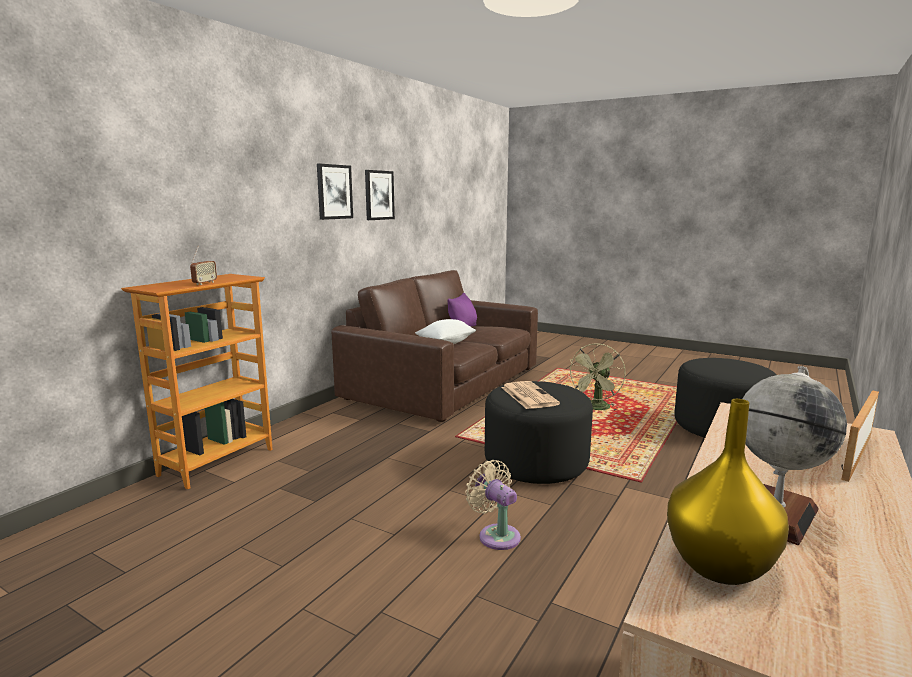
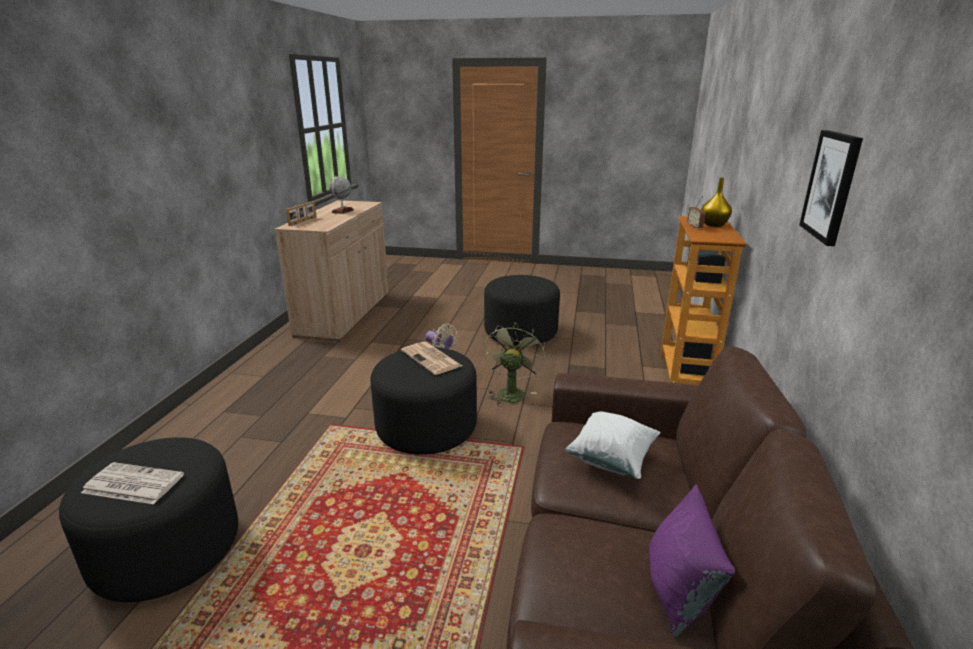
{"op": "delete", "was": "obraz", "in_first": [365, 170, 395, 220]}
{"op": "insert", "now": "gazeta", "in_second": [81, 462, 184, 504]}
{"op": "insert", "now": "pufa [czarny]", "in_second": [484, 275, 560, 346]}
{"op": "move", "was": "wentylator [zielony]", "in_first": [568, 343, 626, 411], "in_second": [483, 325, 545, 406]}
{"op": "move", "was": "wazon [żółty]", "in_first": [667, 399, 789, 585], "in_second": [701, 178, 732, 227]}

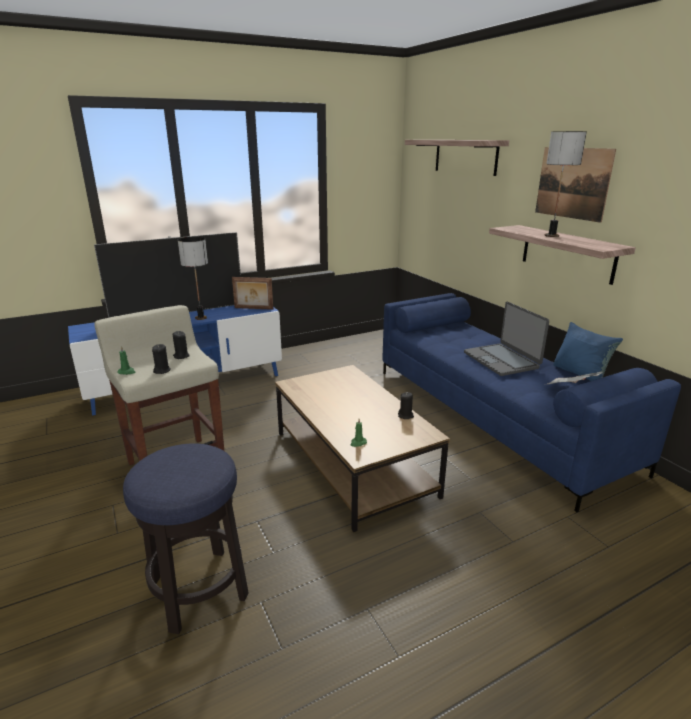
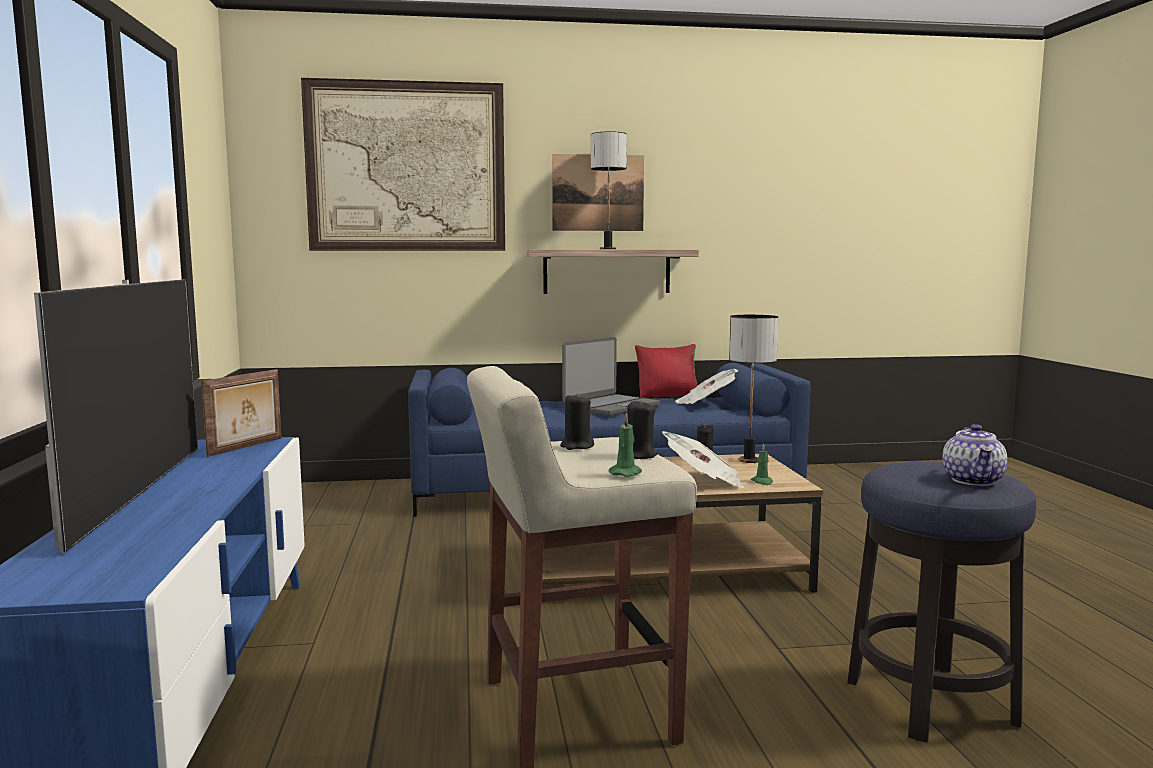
{"op": "insert", "now": "gazeta", "in_second": [662, 431, 744, 488]}
{"op": "insert", "now": "imbryk", "in_second": [942, 424, 1007, 486]}
{"op": "move", "was": "lampa stołowa", "in_first": [178, 237, 208, 320], "in_second": [729, 315, 778, 463]}
{"op": "replace", "was": "półka", "now": "obraz", "in_first": [405, 140, 509, 176], "in_second": [301, 78, 505, 251]}
{"op": "recolor", "was": "poduszka [niebieski]", "now": "poduszka [czerwony]", "in_first": [553, 322, 623, 381], "in_second": [635, 344, 698, 398]}
{"op": "rotate", "was": "laptop", "in_first": [464, 302, 549, 376], "in_second": [562, 337, 660, 416], "clockwise": -45}

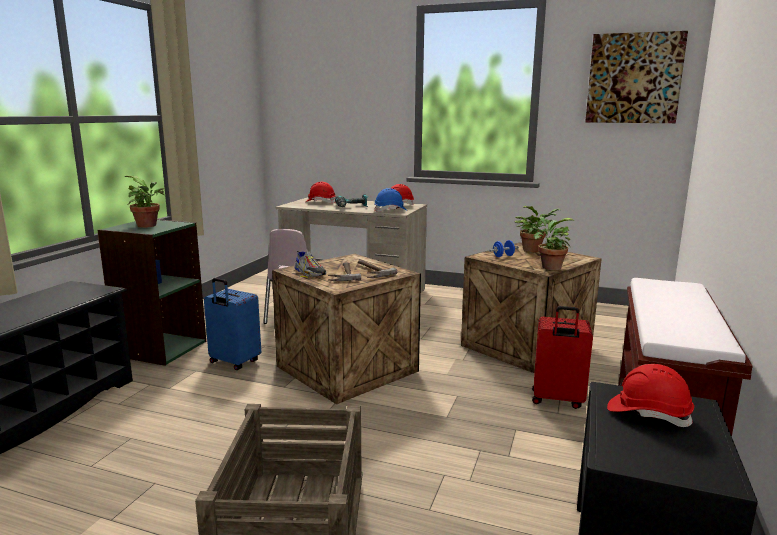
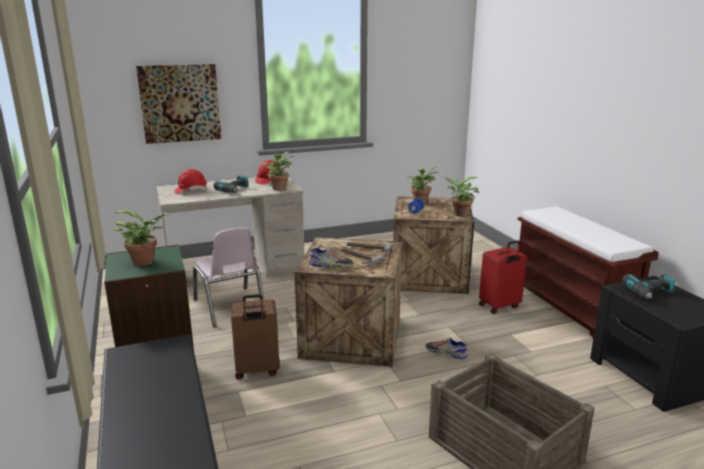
{"op": "insert", "now": "but", "in_second": [426, 337, 468, 360]}
{"op": "move", "was": "obraz", "in_first": [585, 31, 688, 123], "in_second": [136, 64, 221, 144]}
{"op": "replace", "was": "kask [niebieski]", "now": "roślina doniczkowa", "in_first": [374, 188, 406, 212], "in_second": [262, 151, 294, 191]}
{"op": "replace", "was": "kask [czerwony]", "now": "wiertarka", "in_first": [607, 364, 694, 427], "in_second": [622, 274, 676, 299]}
{"op": "recolor", "was": "walizka [niebieski]", "now": "walizka [brązowy]", "in_first": [204, 278, 261, 371], "in_second": [231, 294, 279, 379]}

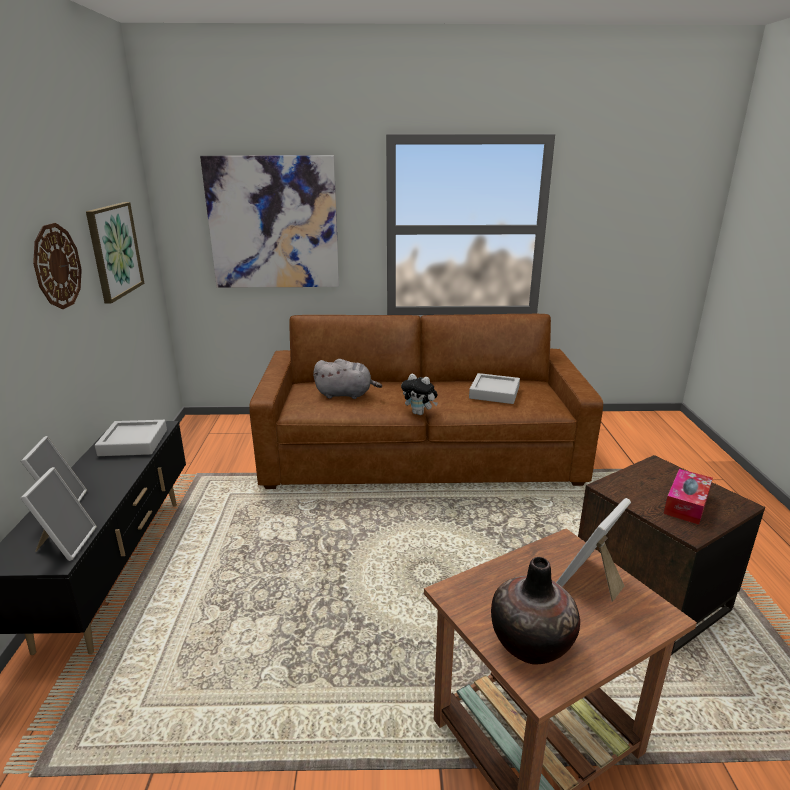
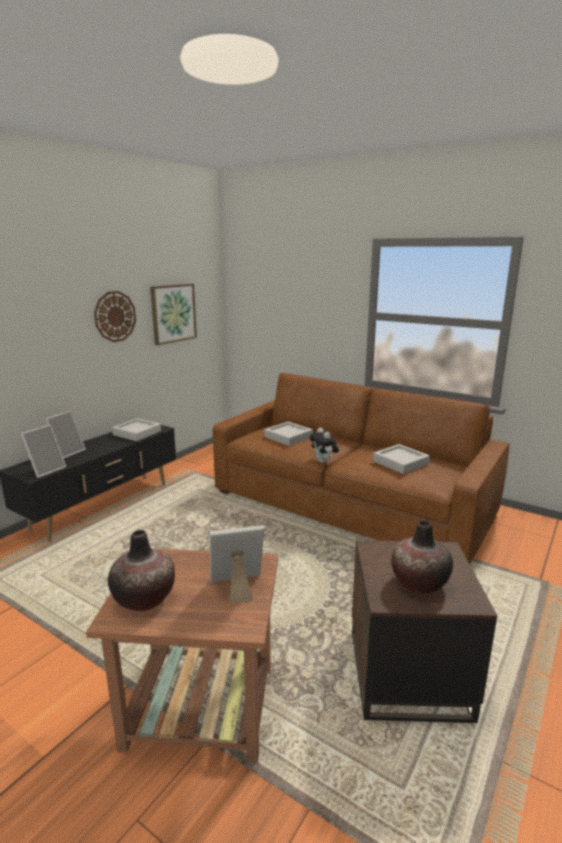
{"op": "delete", "was": "obraz", "in_first": [200, 156, 339, 288]}
{"op": "replace", "was": "pluszak [szary]", "now": "taca [szary]", "in_first": [313, 359, 382, 399], "in_second": [264, 422, 313, 446]}
{"op": "replace", "was": "pudełko chusteczek", "now": "wazon", "in_first": [664, 469, 713, 525], "in_second": [391, 520, 453, 594]}

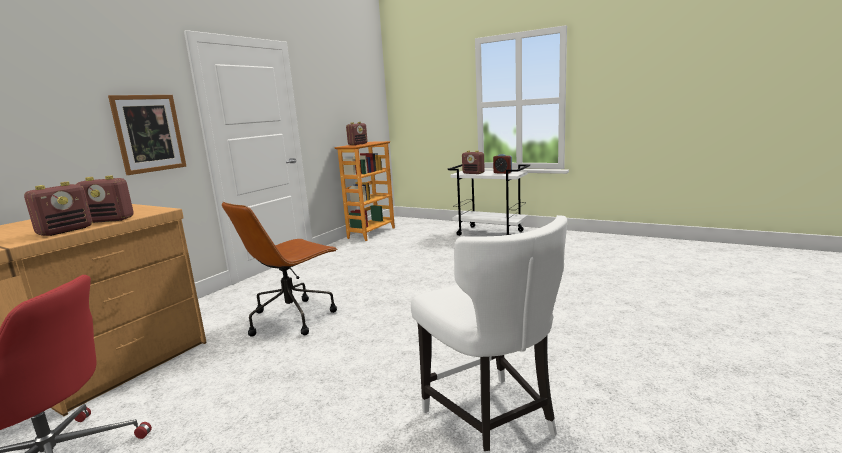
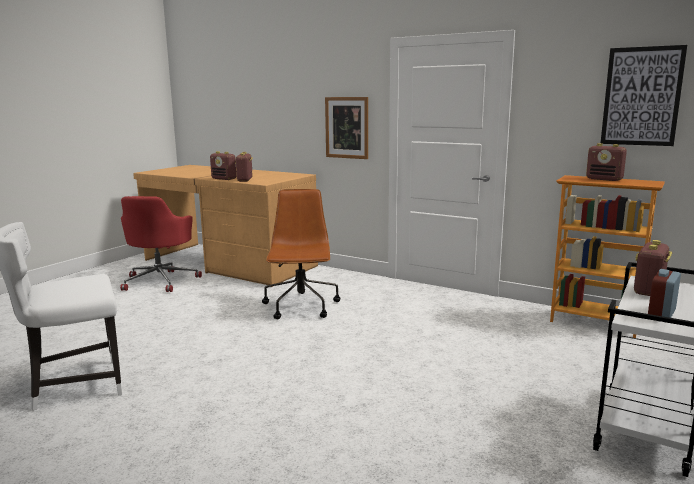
{"op": "insert", "now": "obraz", "in_second": [601, 45, 687, 146]}
{"op": "rotate", "was": "krzesło biurowe [brązowy]", "in_first": [222, 202, 338, 337], "in_second": [262, 189, 341, 319], "clockwise": 45}

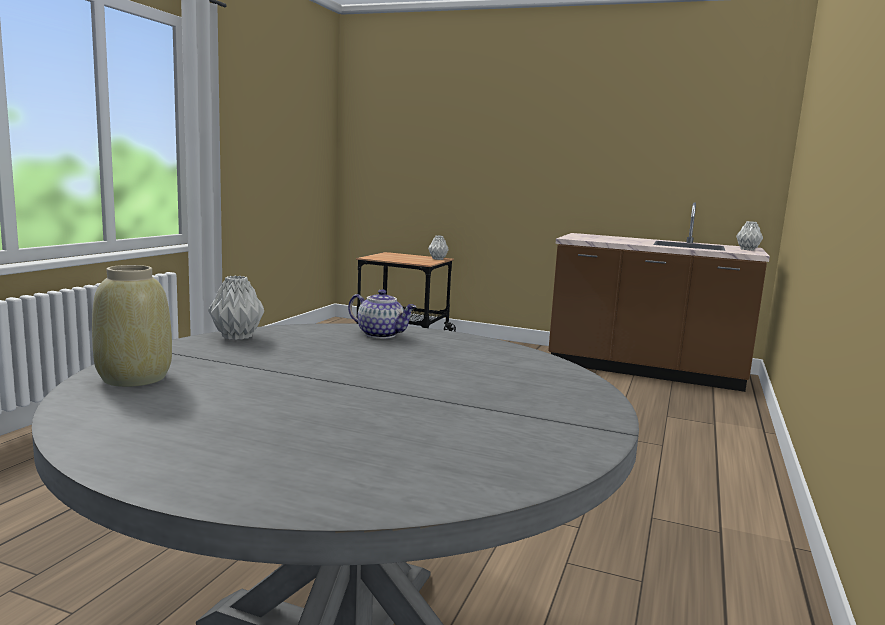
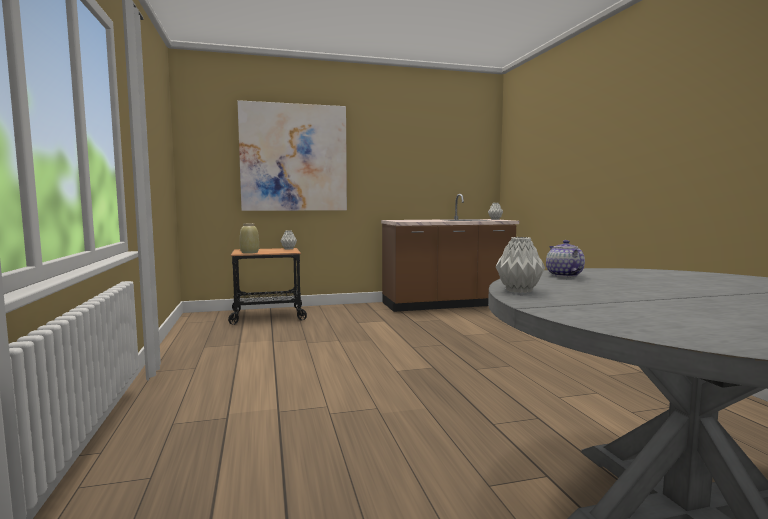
{"op": "insert", "now": "obraz", "in_second": [237, 100, 347, 211]}
{"op": "move", "was": "wazon [beżowy]", "in_first": [92, 265, 172, 387], "in_second": [240, 223, 259, 254]}
{"op": "rotate", "was": "imbryk", "in_first": [348, 289, 417, 339], "in_second": [546, 240, 585, 277], "clockwise": -90}

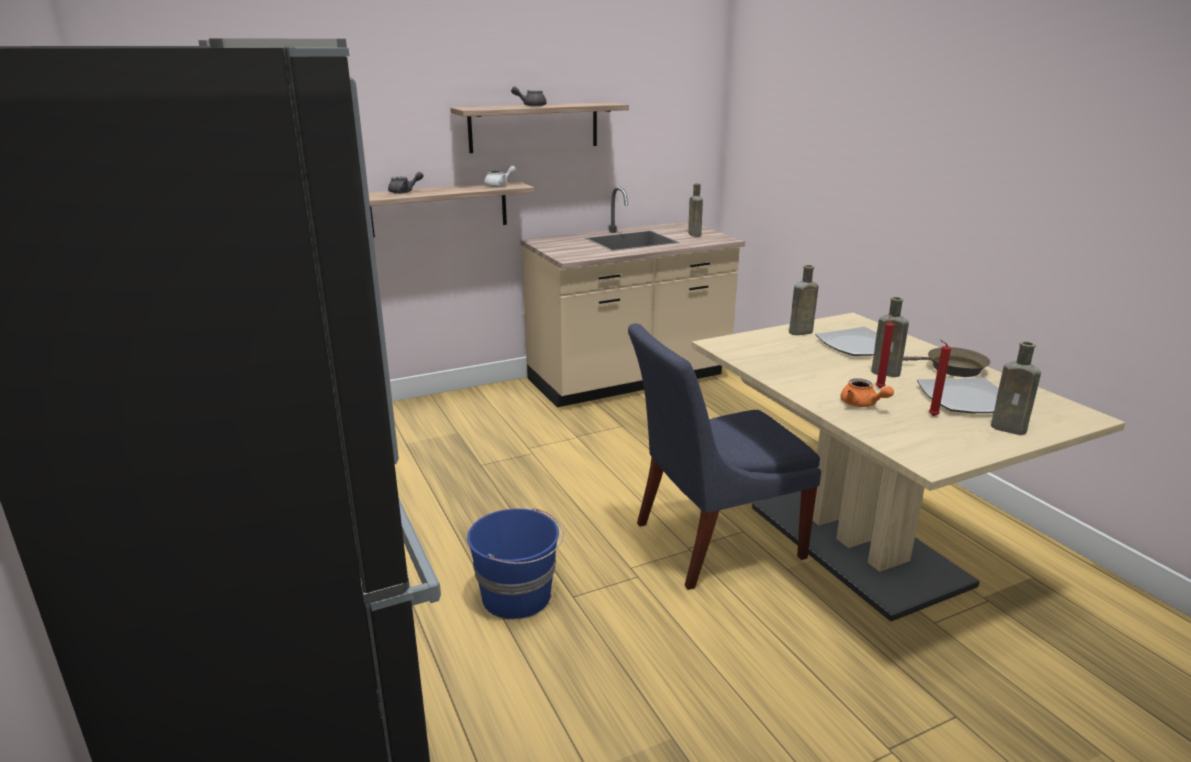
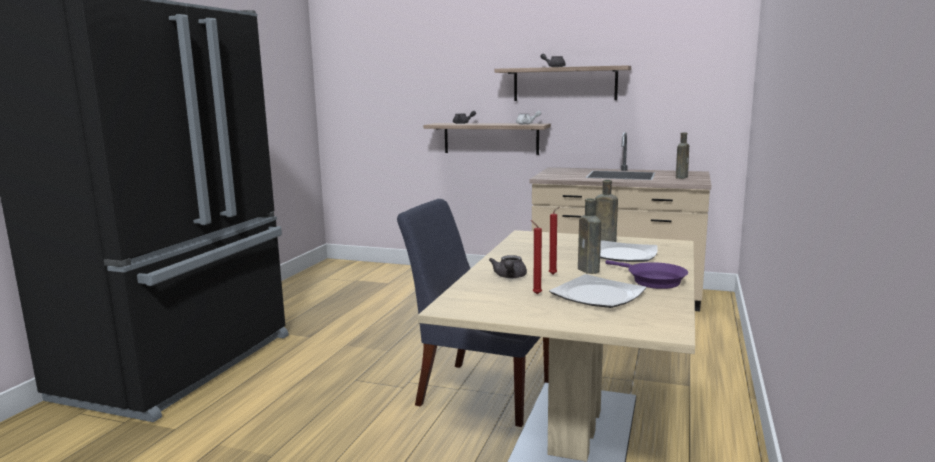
{"op": "delete", "was": "wiadro [niebieski]", "in_first": [467, 508, 564, 619]}
{"op": "delete", "was": "butelka [brązowy]", "in_first": [991, 341, 1041, 435]}
{"op": "recolor", "was": "imbryk [pomarańczowy]", "now": "imbryk [szary]", "in_first": [840, 378, 894, 407], "in_second": [489, 255, 527, 278]}
{"op": "recolor", "was": "patelnia [brązowy]", "now": "patelnia [fioletowy]", "in_first": [903, 347, 990, 377], "in_second": [605, 260, 688, 289]}

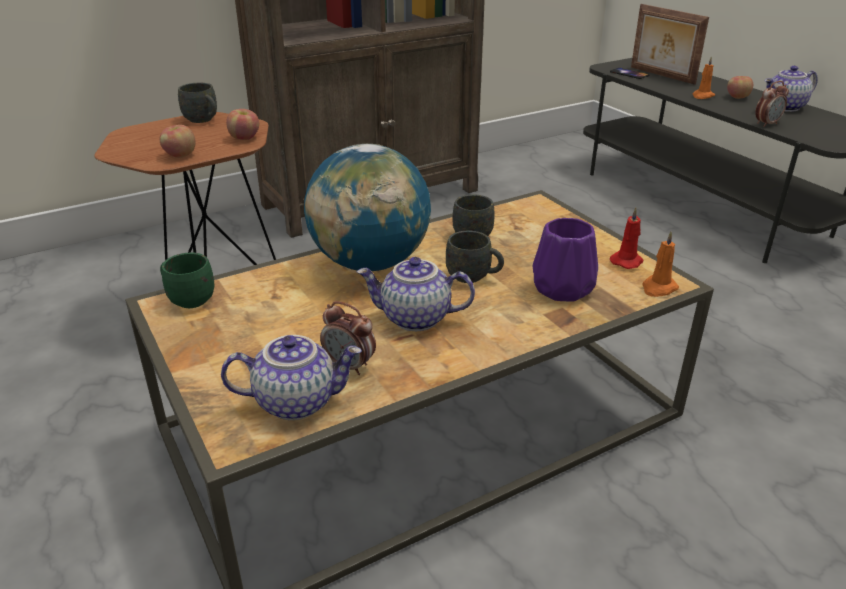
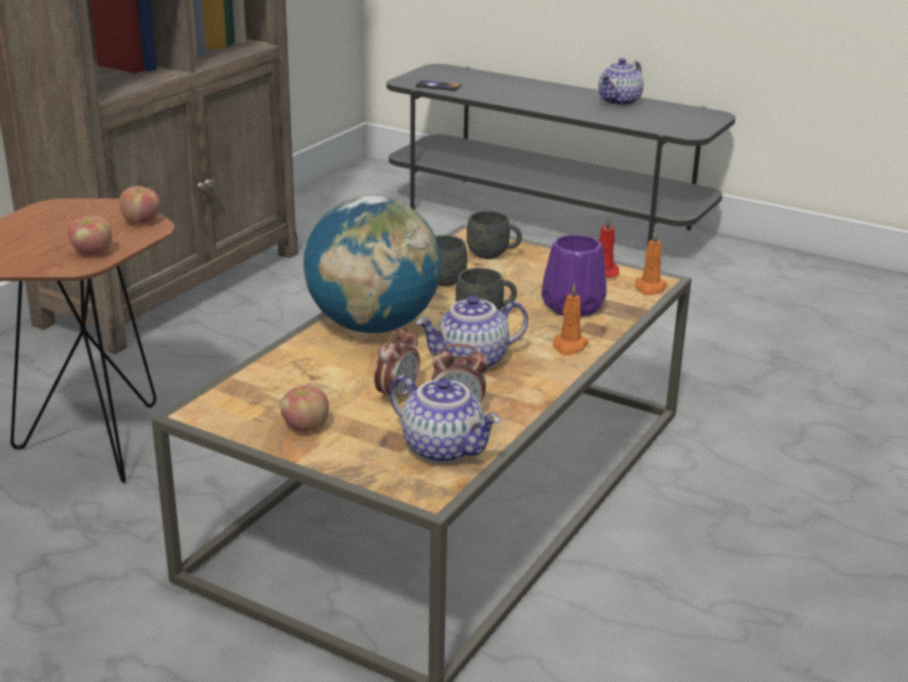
{"op": "delete", "was": "kubek [zielony]", "in_first": [160, 253, 215, 308]}
{"op": "delete", "was": "ramka na zdjęcie", "in_first": [631, 4, 709, 85]}
{"op": "move", "was": "kubek [szary]", "in_first": [178, 83, 217, 123], "in_second": [467, 211, 522, 259]}
{"op": "move", "was": "świeca [pomarańczowy]", "in_first": [693, 56, 715, 99], "in_second": [553, 283, 589, 355]}
{"op": "move", "was": "jabłko", "in_first": [727, 76, 753, 99], "in_second": [280, 385, 329, 432]}
{"op": "move", "was": "budzik", "in_first": [755, 81, 789, 127], "in_second": [374, 326, 420, 399]}
{"op": "rotate", "was": "imbryk", "in_first": [221, 335, 362, 420], "in_second": [389, 375, 500, 464], "clockwise": 75}

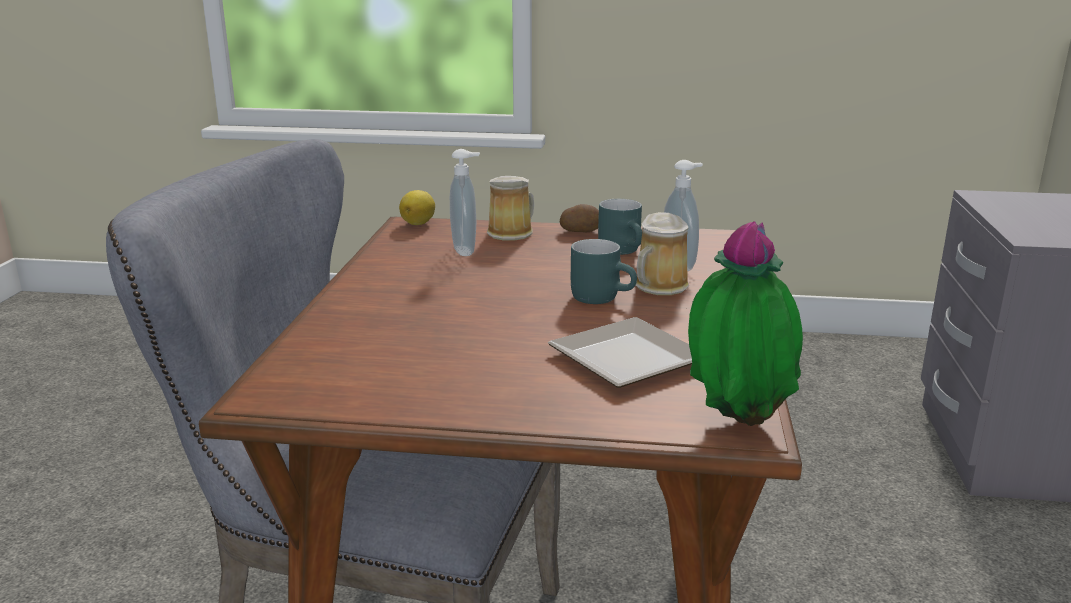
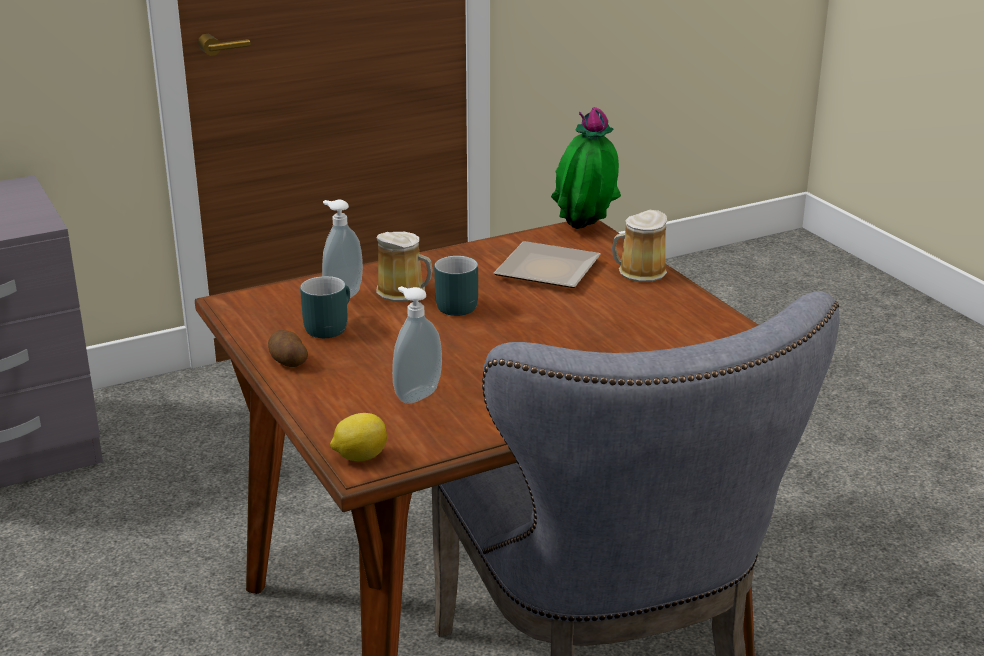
{"op": "move", "was": "kubek", "in_first": [487, 176, 534, 241], "in_second": [612, 210, 667, 282]}

